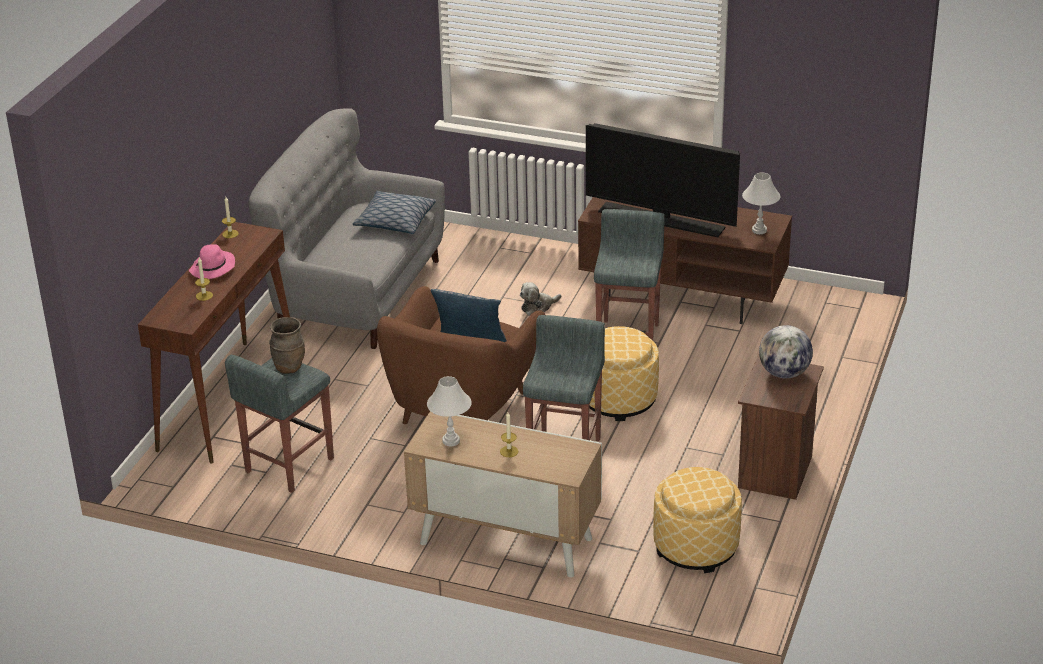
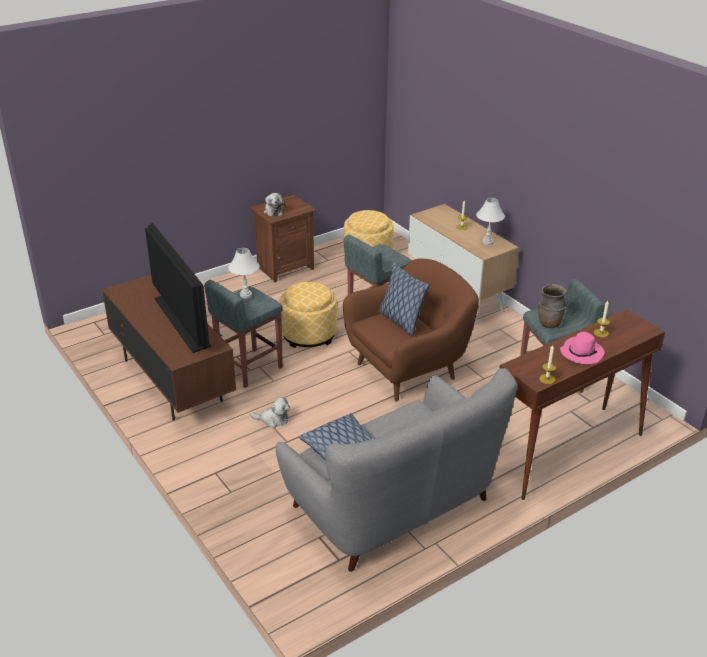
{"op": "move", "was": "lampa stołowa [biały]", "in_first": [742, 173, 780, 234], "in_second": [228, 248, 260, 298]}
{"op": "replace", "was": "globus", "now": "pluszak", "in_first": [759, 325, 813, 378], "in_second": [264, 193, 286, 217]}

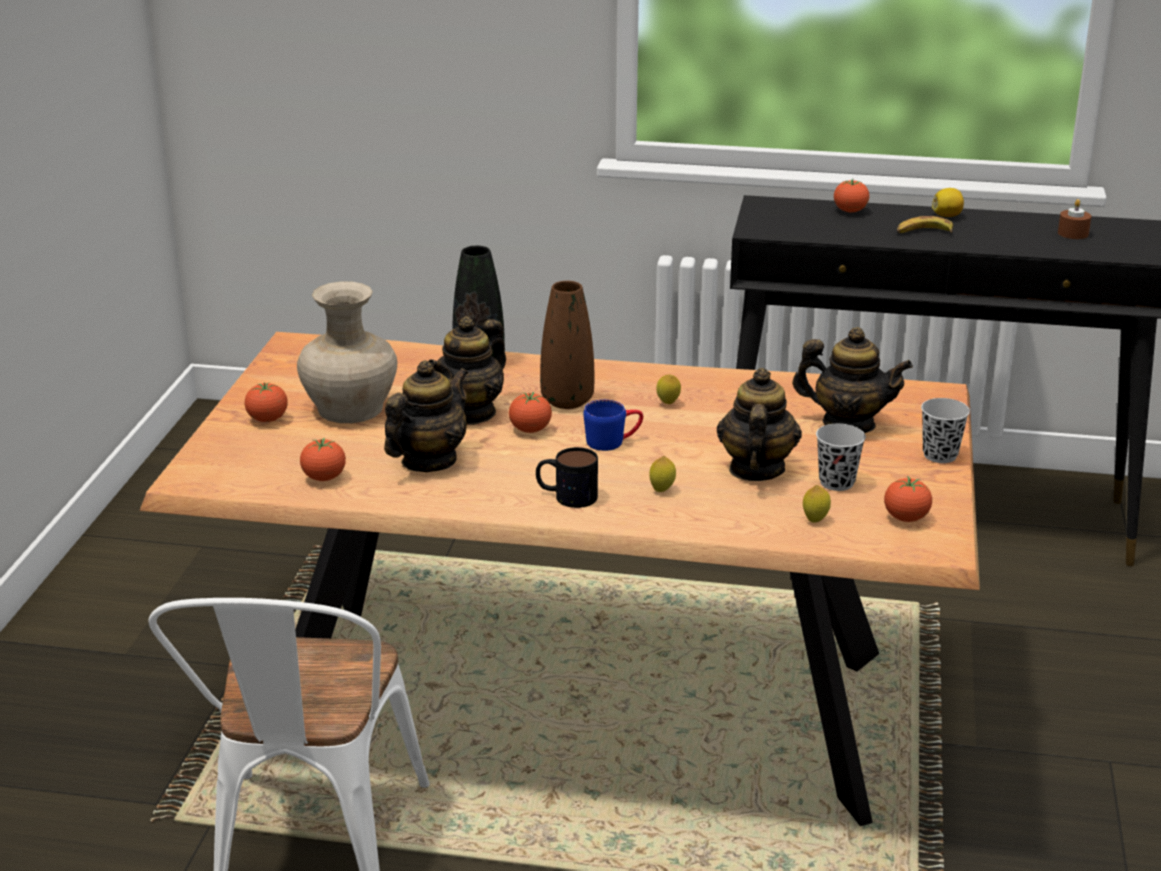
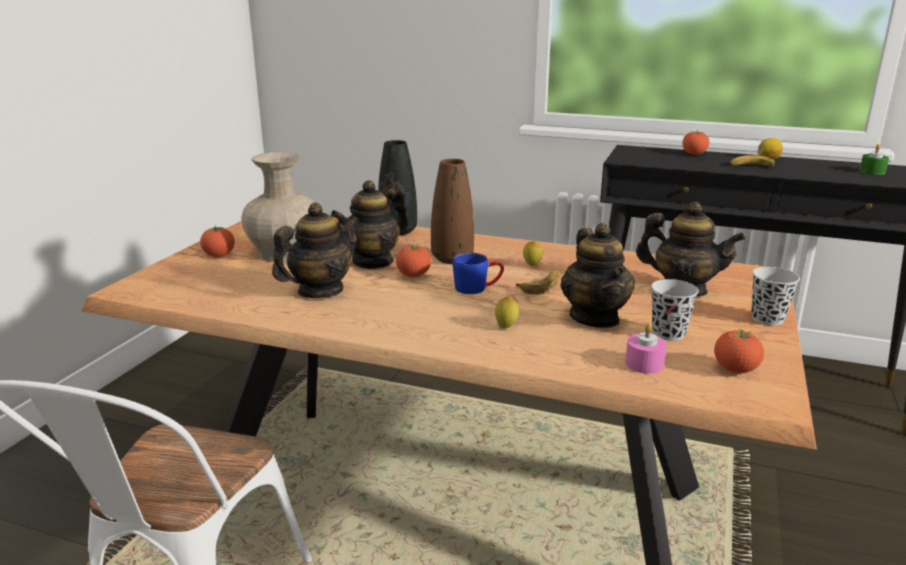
{"op": "delete", "was": "pomidor", "in_first": [300, 438, 346, 481]}
{"op": "delete", "was": "kubek", "in_first": [536, 447, 598, 508]}
{"op": "insert", "now": "banan", "in_second": [516, 271, 560, 295]}
{"op": "replace", "was": "cytryna", "now": "świeca [różowy]", "in_first": [803, 485, 831, 523], "in_second": [625, 323, 667, 374]}
{"op": "recolor", "was": "świeca [brązowy]", "now": "świeca [zielony]", "in_first": [1058, 199, 1091, 239], "in_second": [859, 144, 889, 175]}
{"op": "rotate", "was": "imbryk", "in_first": [717, 368, 802, 481], "in_second": [561, 223, 635, 328], "clockwise": 150}

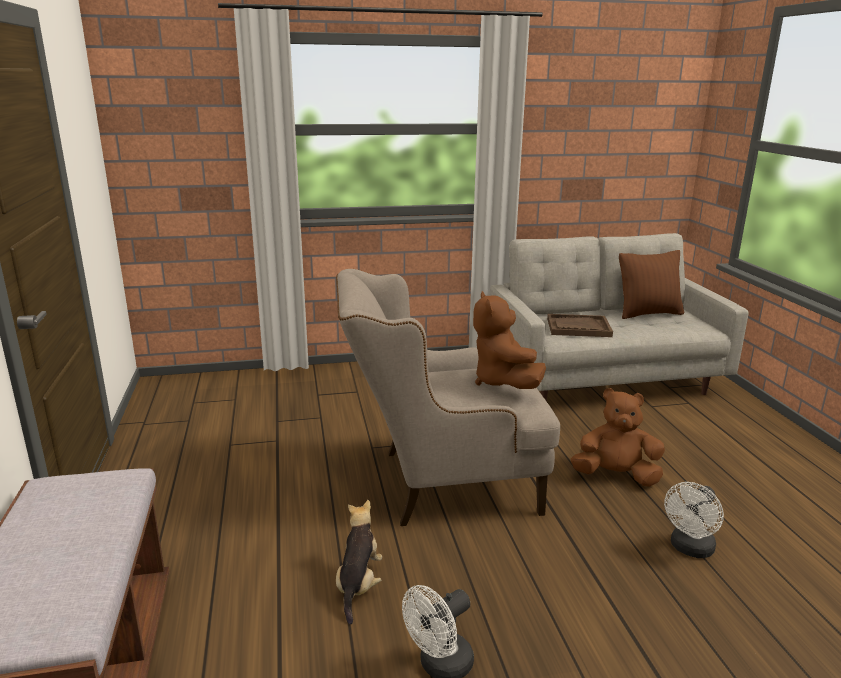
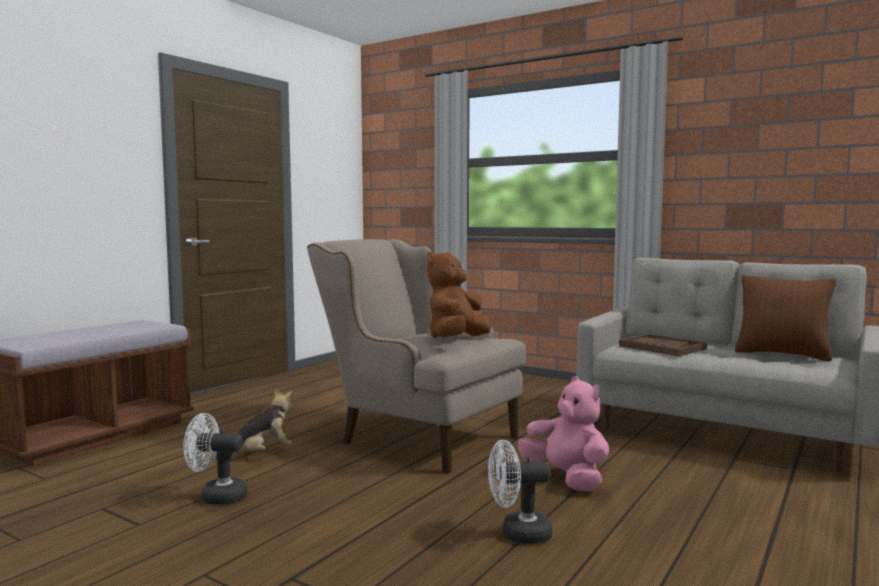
{"op": "recolor", "was": "pluszak [brązowy]", "now": "pluszak [różowy]", "in_first": [571, 388, 665, 487], "in_second": [518, 376, 609, 491]}

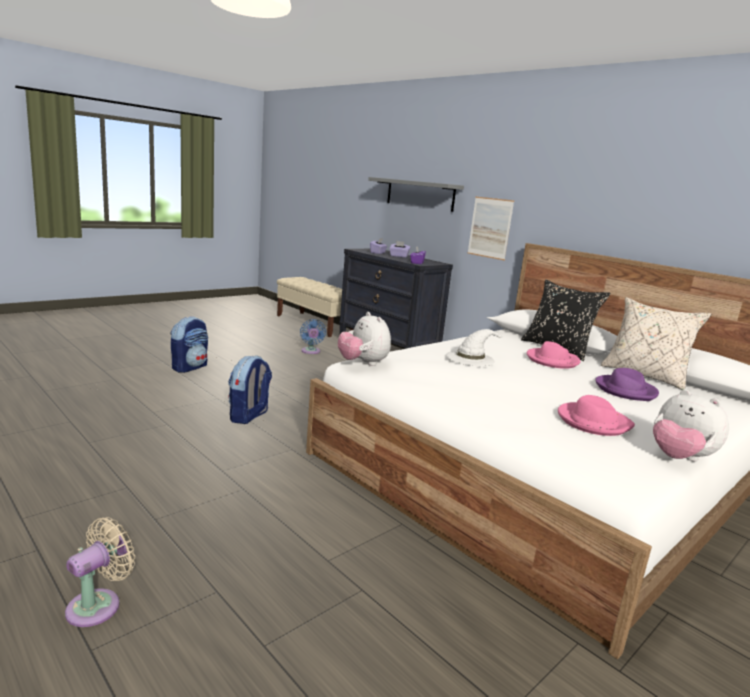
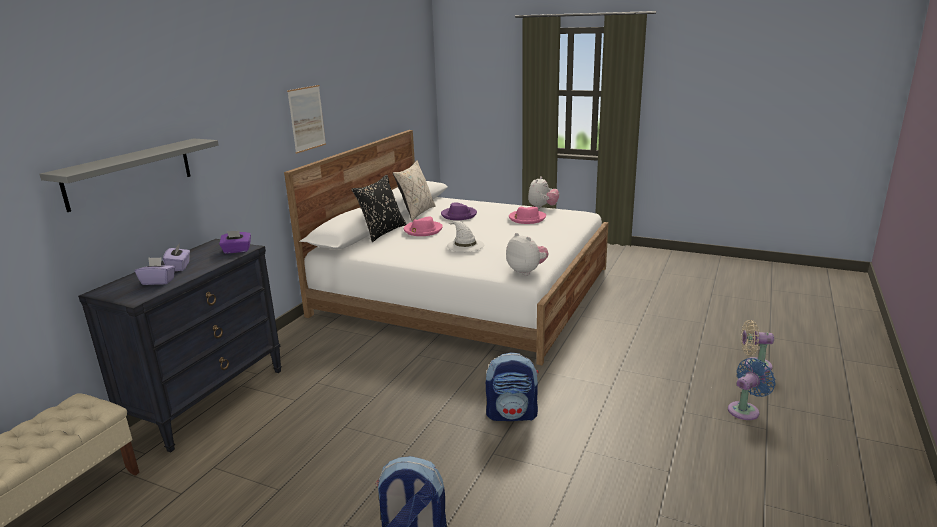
{"op": "move", "was": "wentylator [niebieski]", "in_first": [300, 319, 326, 354], "in_second": [728, 358, 776, 420]}
{"op": "move", "was": "obraz", "in_first": [468, 196, 514, 261], "in_second": [287, 85, 326, 154]}
{"op": "rotate", "was": "pluszak", "in_first": [338, 312, 391, 366], "in_second": [506, 233, 548, 276], "clockwise": -75}

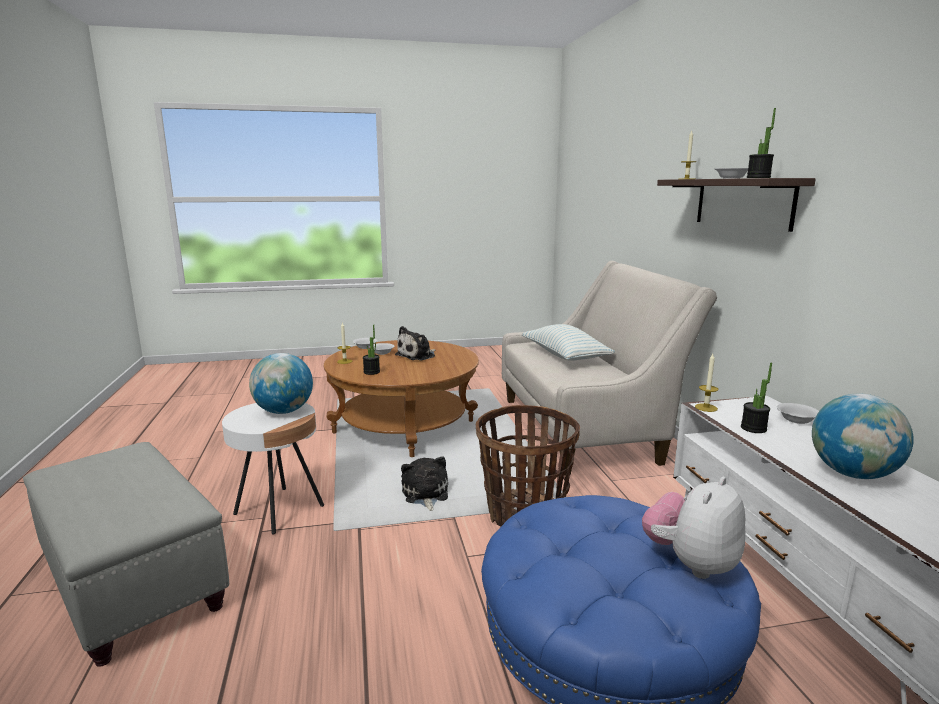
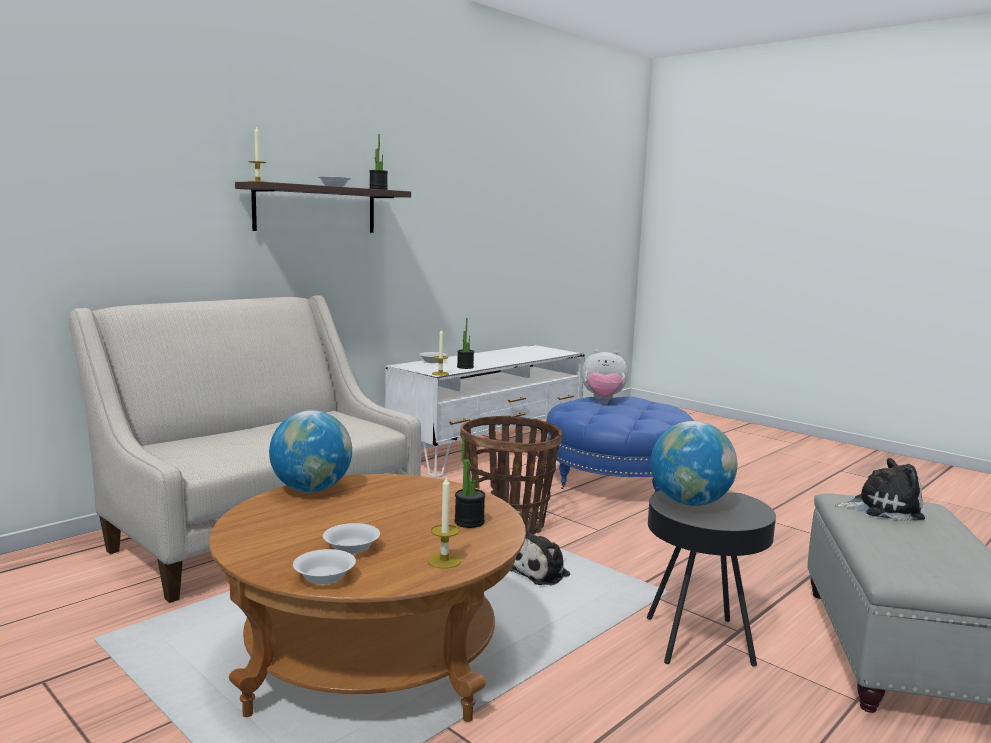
{"op": "delete", "was": "poduszka", "in_first": [522, 324, 615, 361]}
{"op": "move", "was": "pluszak", "in_first": [395, 326, 436, 361], "in_second": [835, 458, 925, 521]}
{"op": "move", "was": "globus", "in_first": [812, 394, 914, 479], "in_second": [269, 410, 352, 492]}
{"op": "recolor", "was": "stolik [biały]", "now": "stolik [czarny]", "in_first": [222, 403, 324, 535], "in_second": [647, 490, 776, 667]}

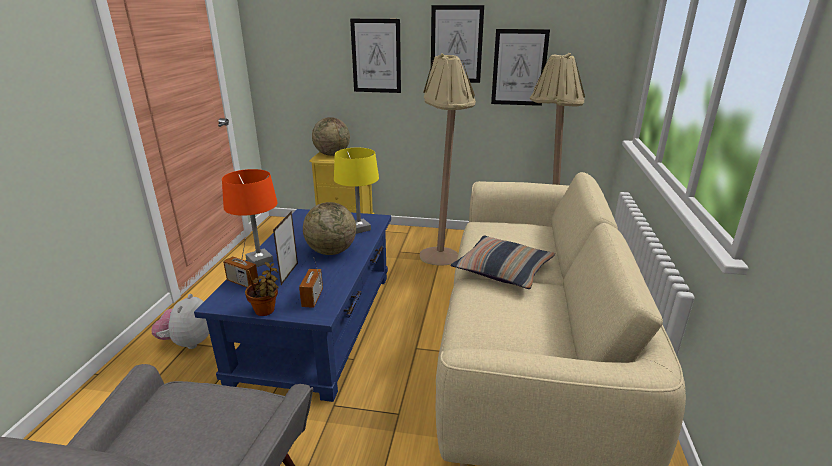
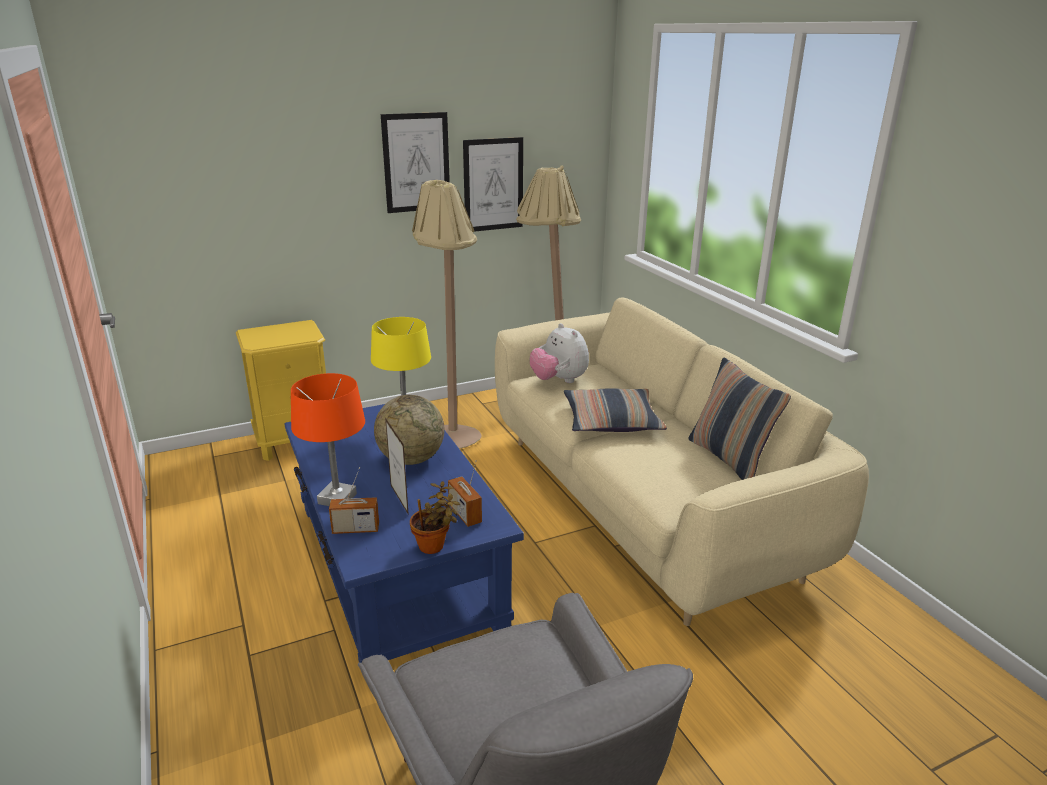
{"op": "delete", "was": "globus", "in_first": [312, 117, 350, 156]}
{"op": "delete", "was": "obraz", "in_first": [350, 19, 401, 93]}
{"op": "insert", "now": "poduszka", "in_second": [689, 357, 791, 480]}
{"op": "move", "was": "pluszak", "in_first": [151, 294, 209, 349], "in_second": [530, 323, 589, 383]}

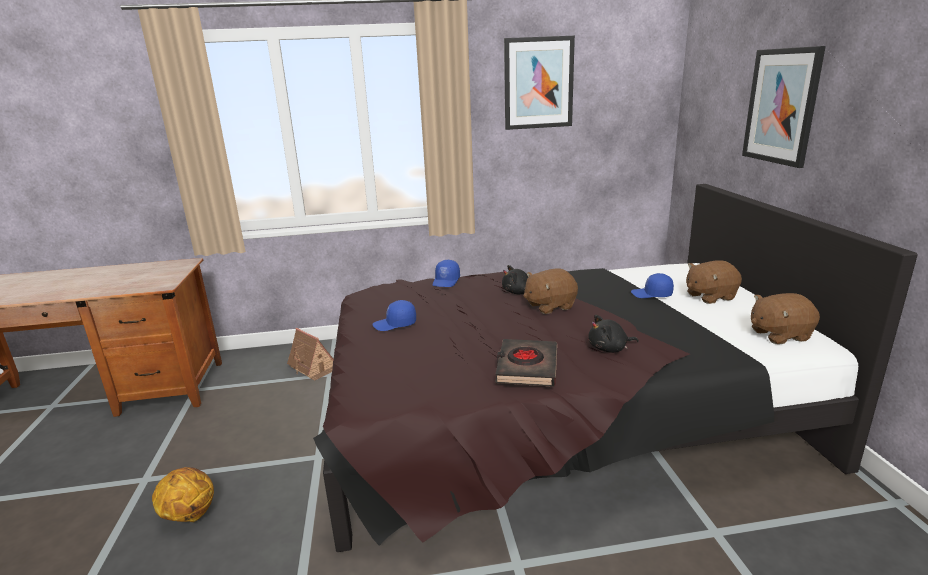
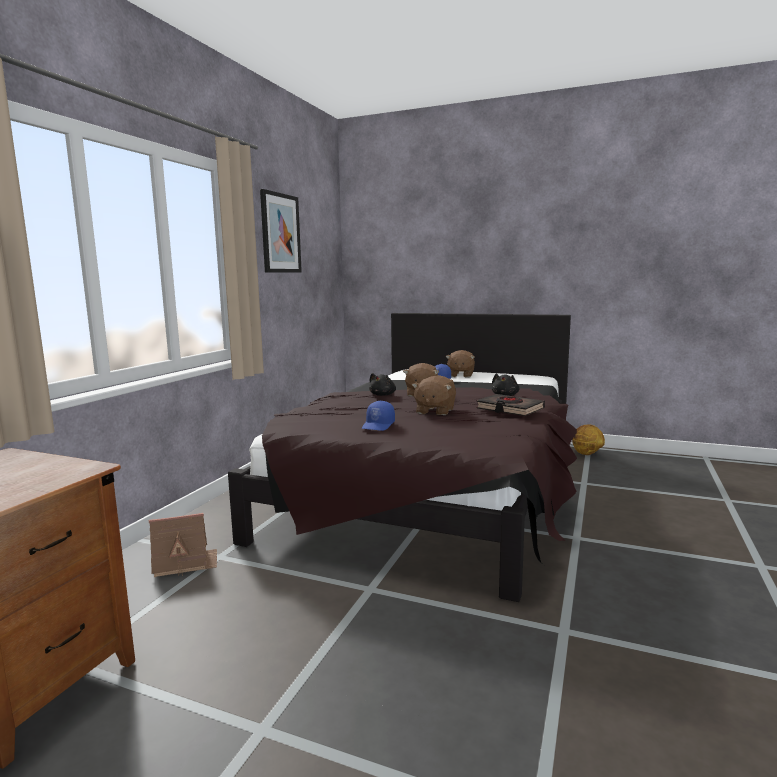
{"op": "delete", "was": "czapka z daszkiem [niebieski]", "in_first": [433, 260, 460, 287]}
{"op": "delete", "was": "obraz", "in_first": [742, 46, 826, 168]}
{"op": "move", "was": "piłka do koszykówki", "in_first": [152, 467, 214, 522], "in_second": [572, 424, 605, 455]}
{"op": "move", "was": "pluszak [brązowy]", "in_first": [751, 293, 820, 344], "in_second": [412, 375, 456, 415]}

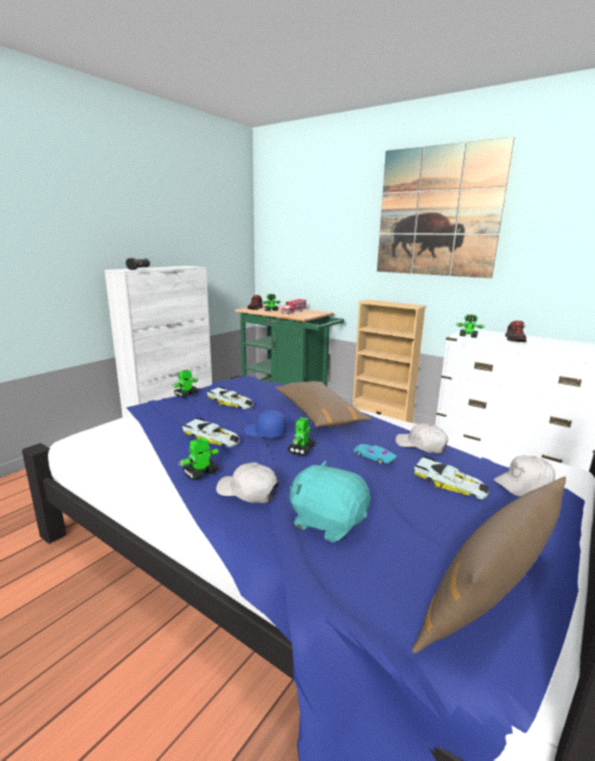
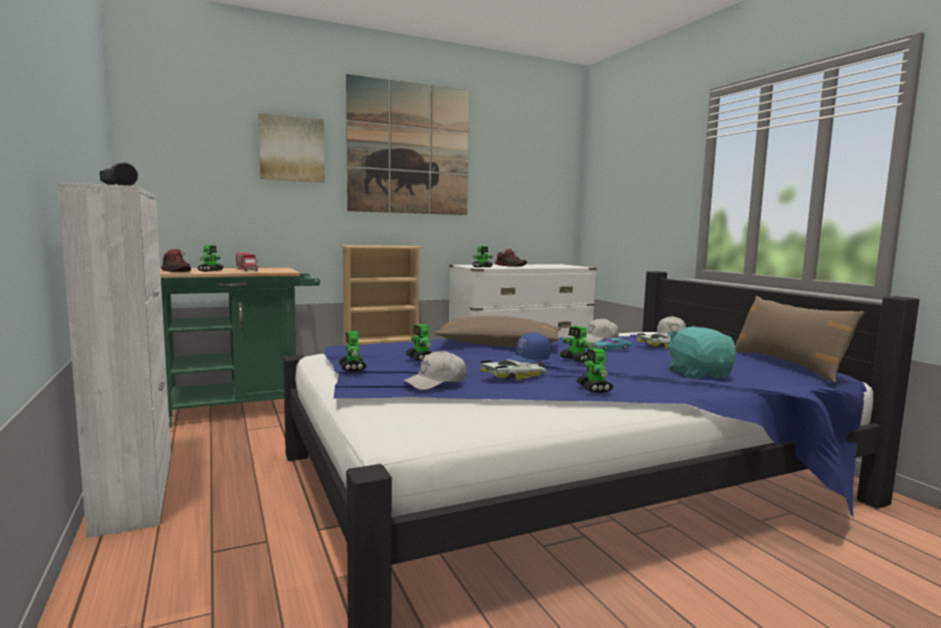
{"op": "insert", "now": "obraz", "in_second": [258, 113, 325, 182]}
{"op": "move", "was": "czapka z daszkiem [biały]", "in_first": [216, 462, 279, 503], "in_second": [403, 350, 466, 390]}
{"op": "replace", "was": "samochodzik", "now": "robot zabawkowy", "in_first": [207, 386, 254, 409], "in_second": [406, 324, 432, 361]}
{"op": "rotate", "was": "pluszak [turkusowy]", "in_first": [290, 460, 370, 543], "in_second": [667, 326, 737, 379], "clockwise": 105}

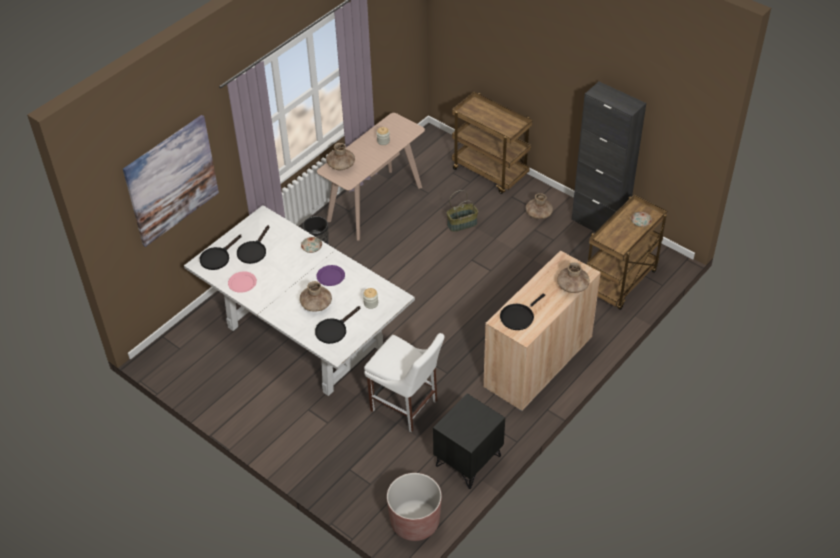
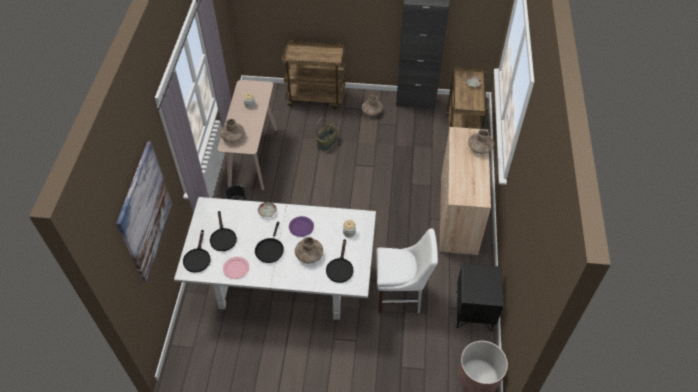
{"op": "move", "was": "patelnia [czarny]", "in_first": [500, 294, 545, 330], "in_second": [255, 222, 284, 263]}

